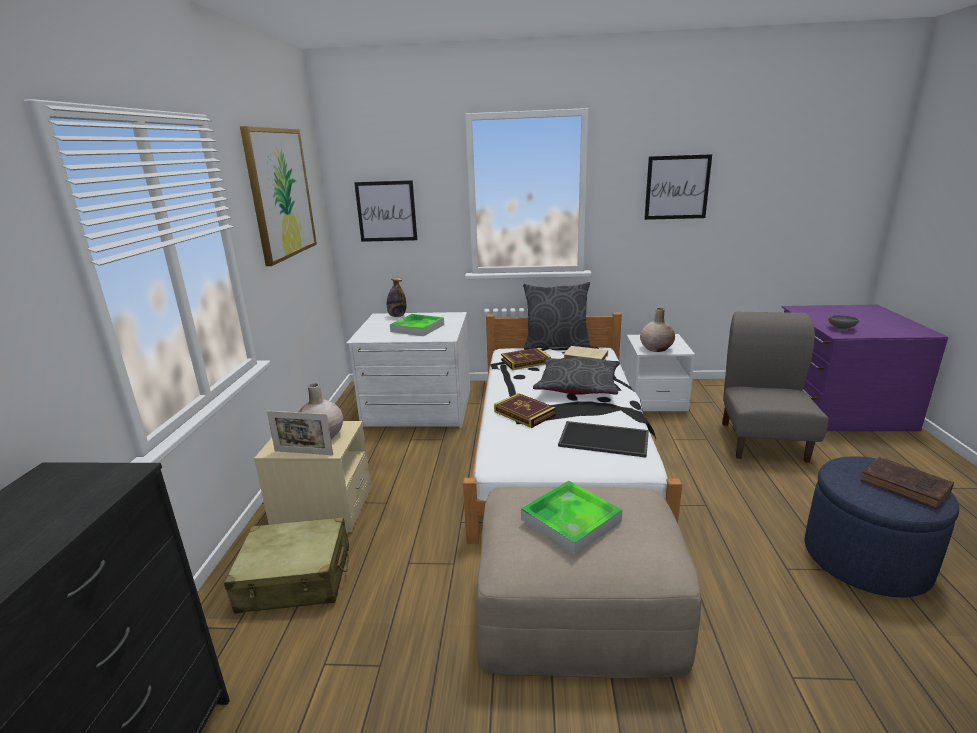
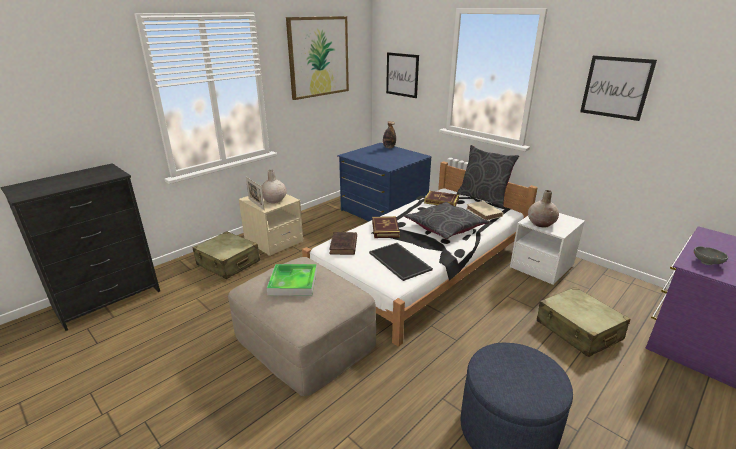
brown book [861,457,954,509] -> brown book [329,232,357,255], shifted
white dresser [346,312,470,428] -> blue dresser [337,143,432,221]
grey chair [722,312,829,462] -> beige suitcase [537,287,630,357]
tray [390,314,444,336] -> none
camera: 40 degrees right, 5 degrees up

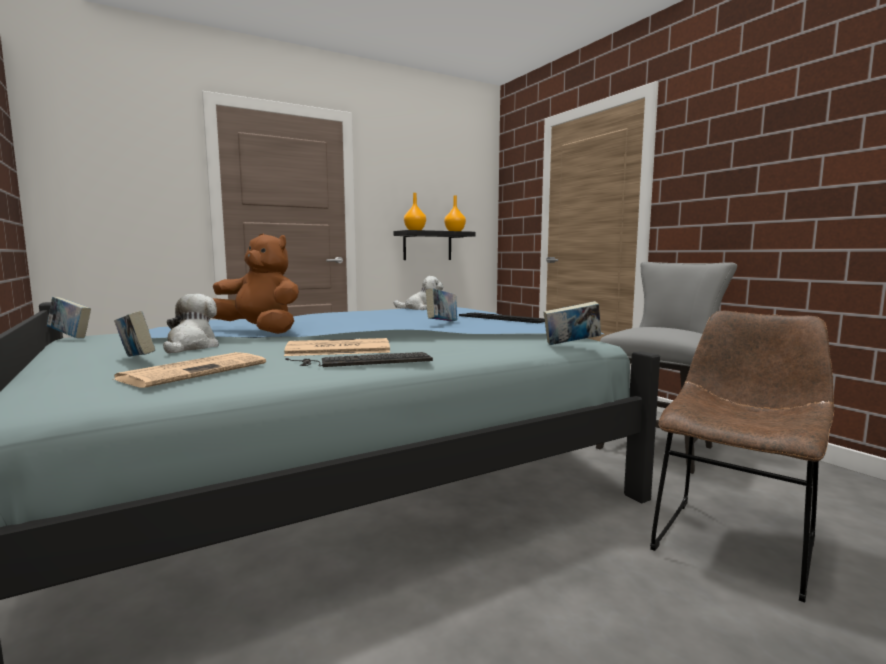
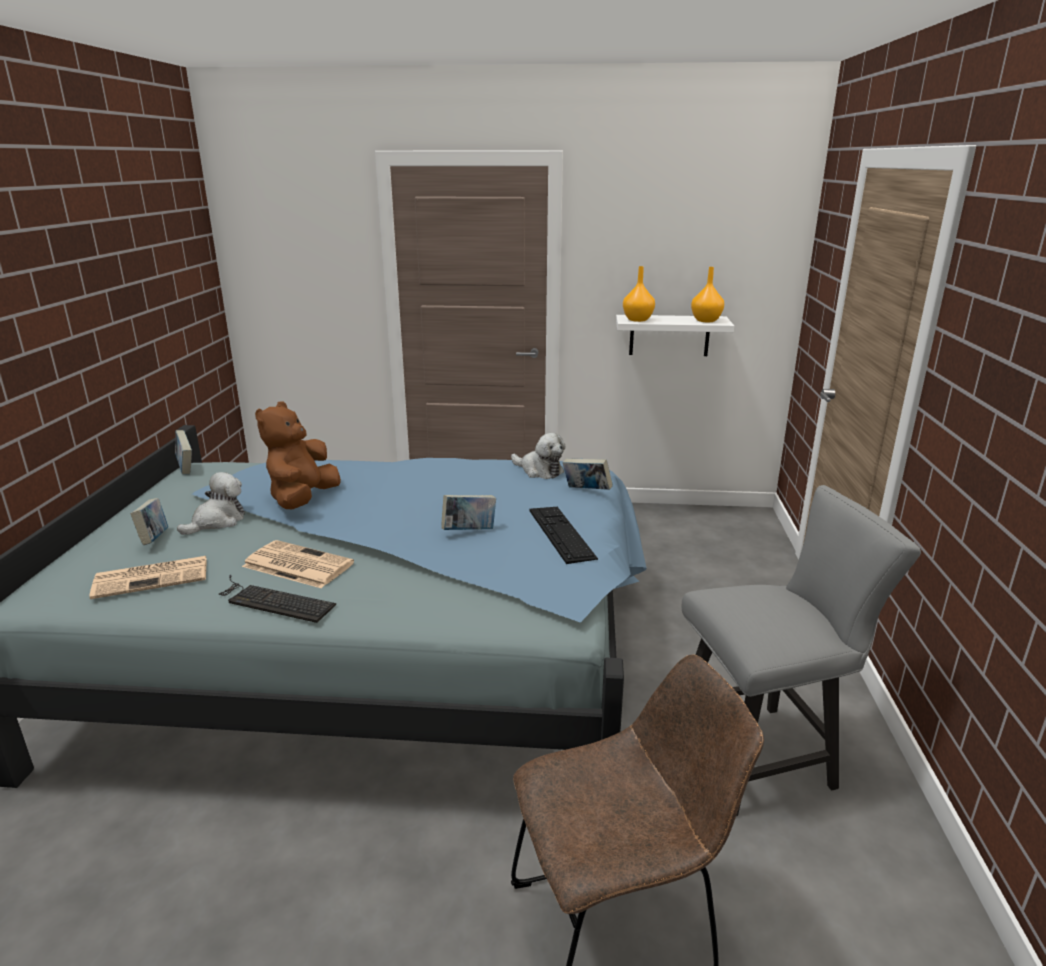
brown plush toy [212,234,299,334] -> brown plush toy [255,401,341,509], 135 degrees counterclockwise
book [543,301,601,345] -> book [563,458,613,490], shifted
black shelf [394,230,475,260] -> white shelf [616,315,734,356]
camera: 35 degrees right, 15 degrees up

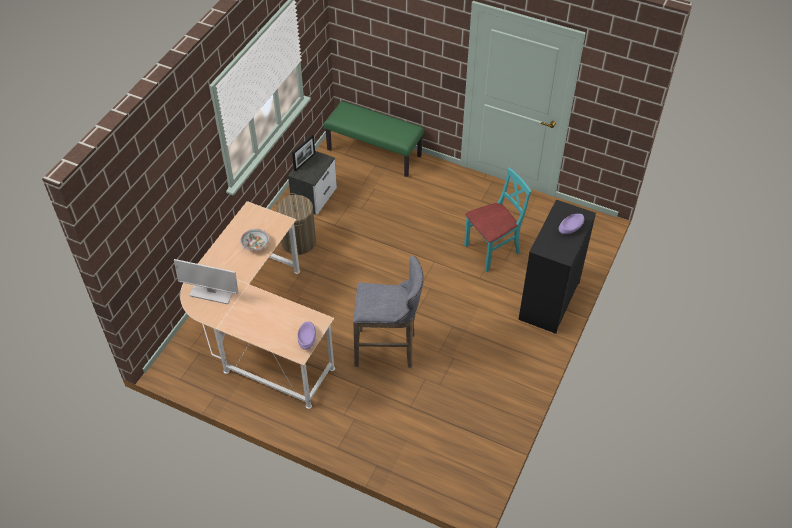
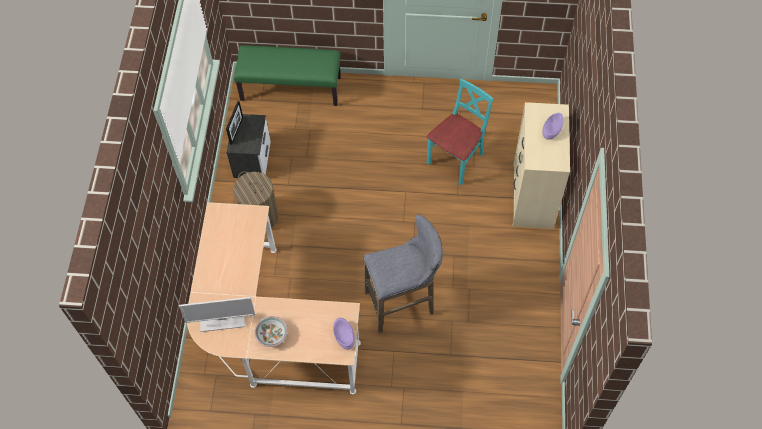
bowl [240,229,270,251] -> bowl [254,316,288,347], shifted
black dresser [518,200,596,334] -> beige dresser [513,102,570,229]
camera: 20 degrees left, 10 degrees up

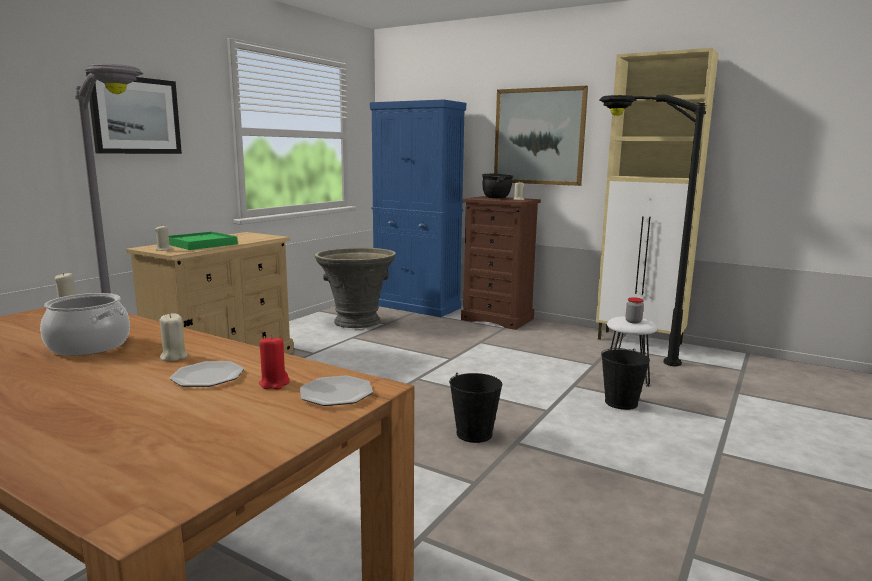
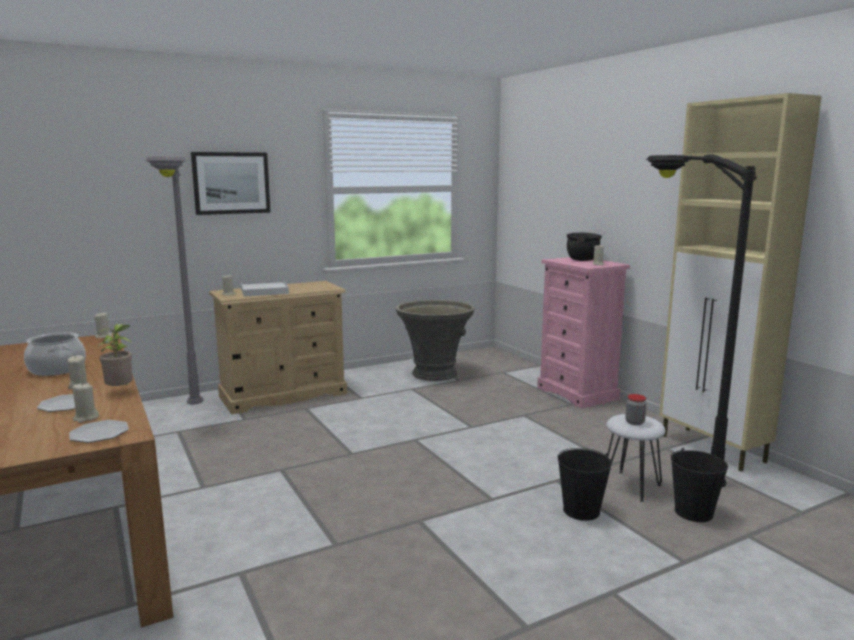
red candle [259,335,289,390] -> beige candle [73,383,99,423]
none -> potted plant [97,324,133,386]
green tray [169,232,238,250] -> white tray [241,280,289,297]
brown dresser [461,196,541,330] -> pink dresser [537,257,630,409]
black bucket [449,373,502,443] -> black bucket [671,448,728,522], shifted
blue cabinet [370,100,466,317] -> none
picture [494,86,588,186] -> none
camera: 30 degrees right, 0 degrees up

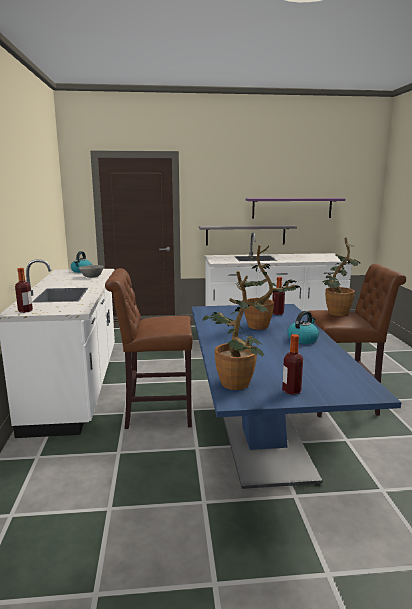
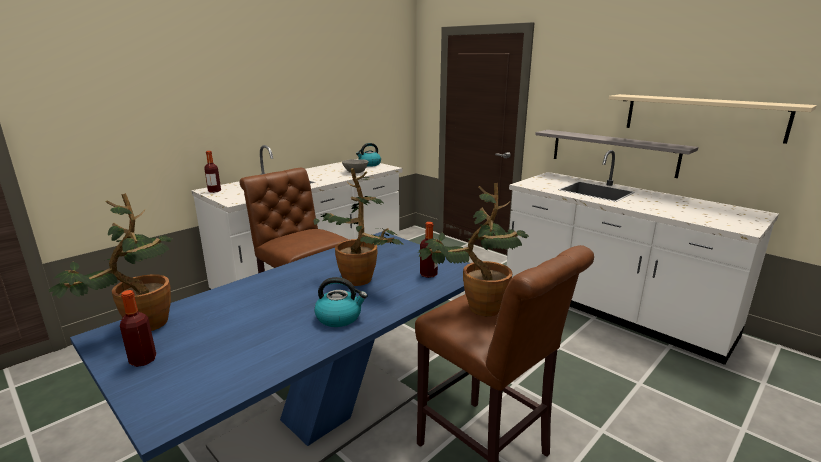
purple shelf [246,198,345,219] -> beige shelf [609,94,817,144]
camera: 50 degrees right, 5 degrees up

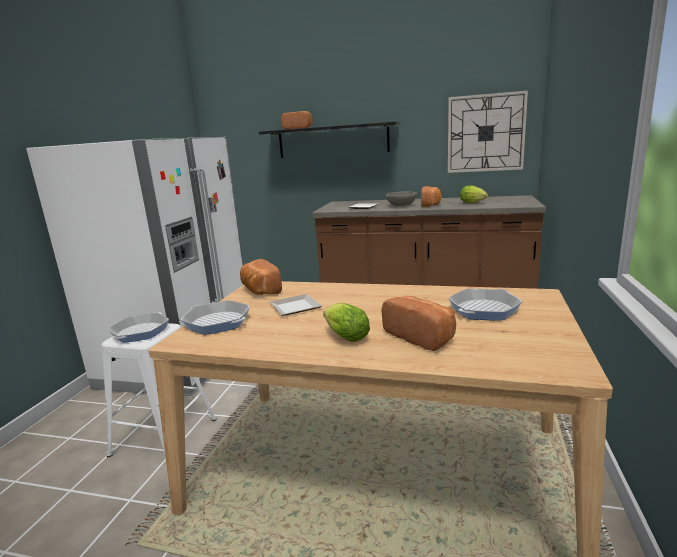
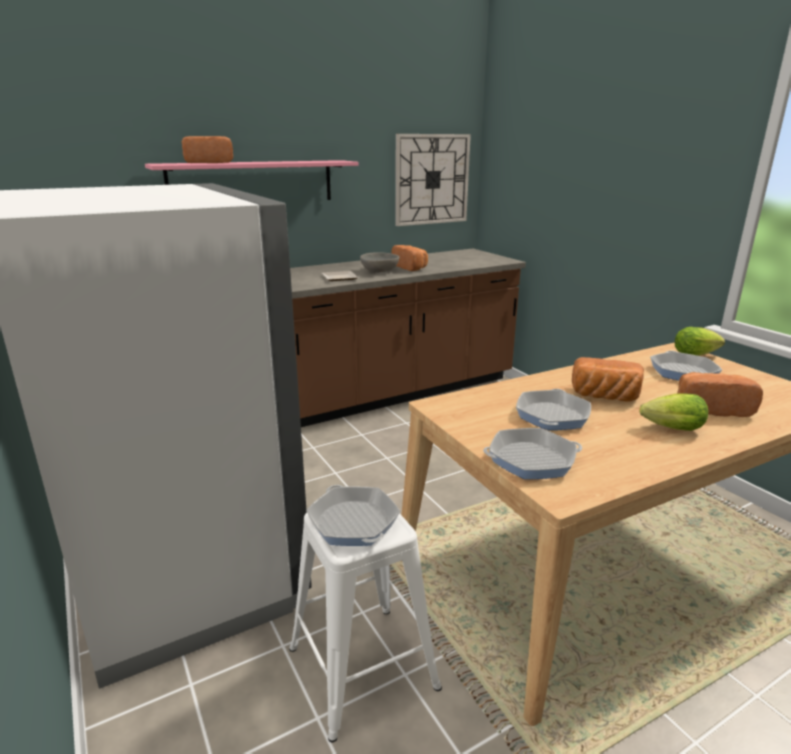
black shelf [259,121,400,158] -> pink shelf [145,160,359,200]
plate [269,294,322,316] -> frying pan [516,389,591,430]
bread [240,259,282,295] -> bread [572,357,644,402], shifted
lettuce [460,185,488,203] -> lettuce [675,327,725,356], shifted
camera: 45 degrees left, 5 degrees up

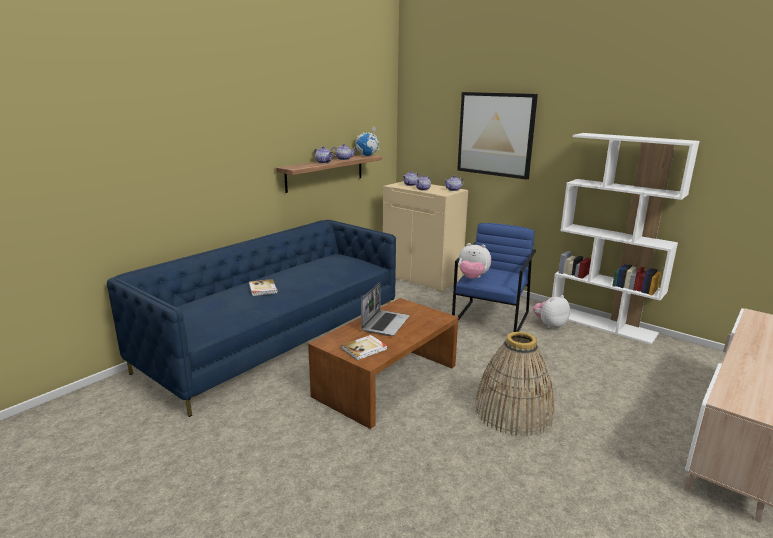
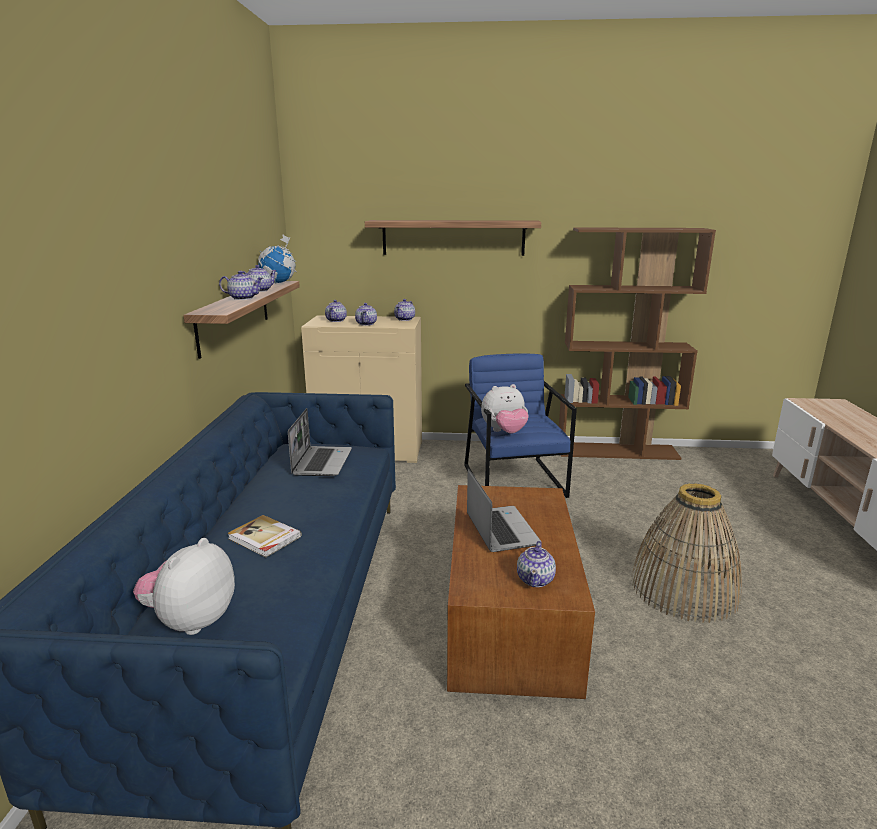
plush toy [533,295,570,329] -> plush toy [133,538,235,635], shifted
none -> laptop [288,408,352,476]
picture [457,92,538,180] -> shelf [365,220,541,256]
book [341,335,388,360] -> teapot [517,541,556,587]
white bookcase [552,133,700,344] -> brown bookcase [559,227,716,460]
camera: 35 degrees left, 0 degrees up

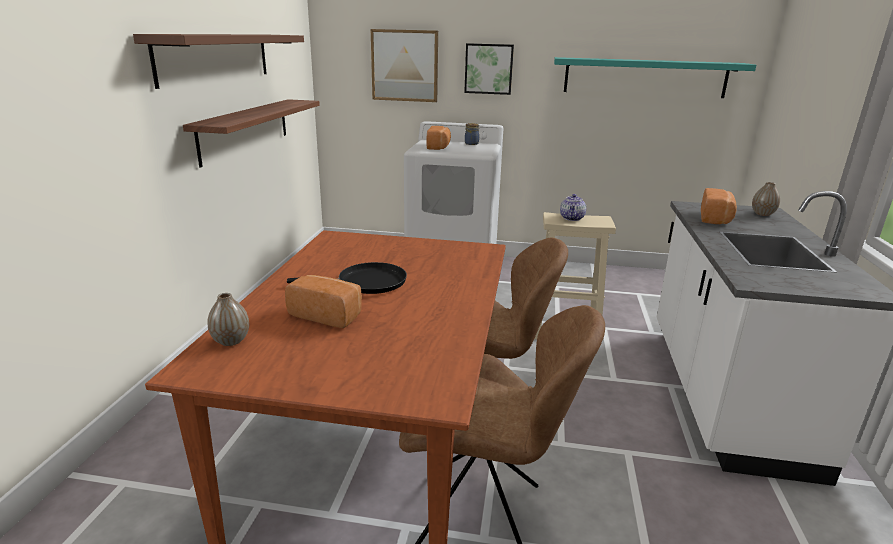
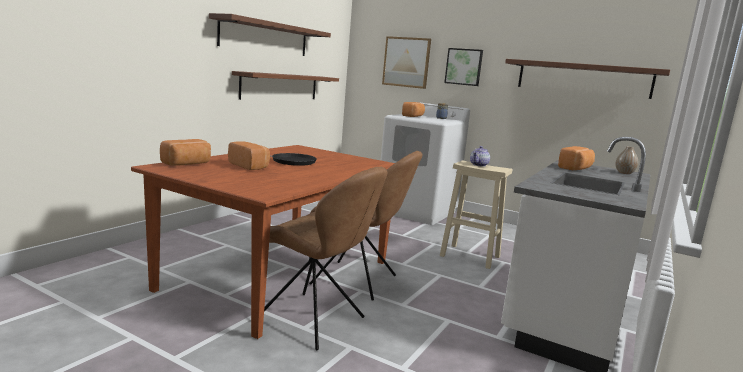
vase [207,293,249,346] -> bread [160,139,211,166]
turquoise shelf [554,57,756,98] -> brown shelf [505,59,670,99]
camera: 20 degrees right, 10 degrees down

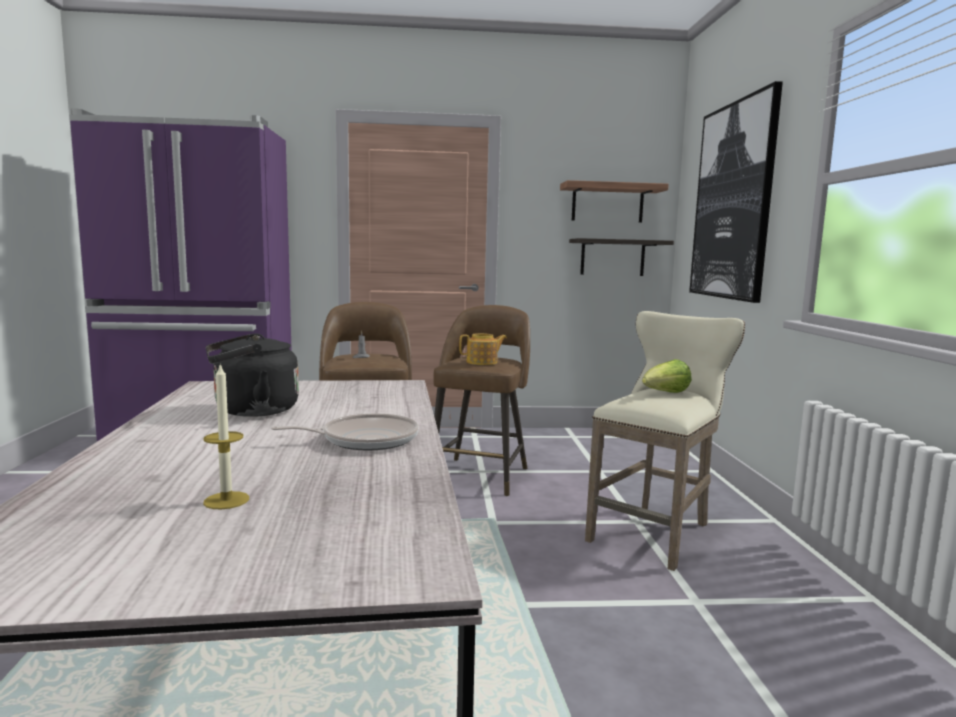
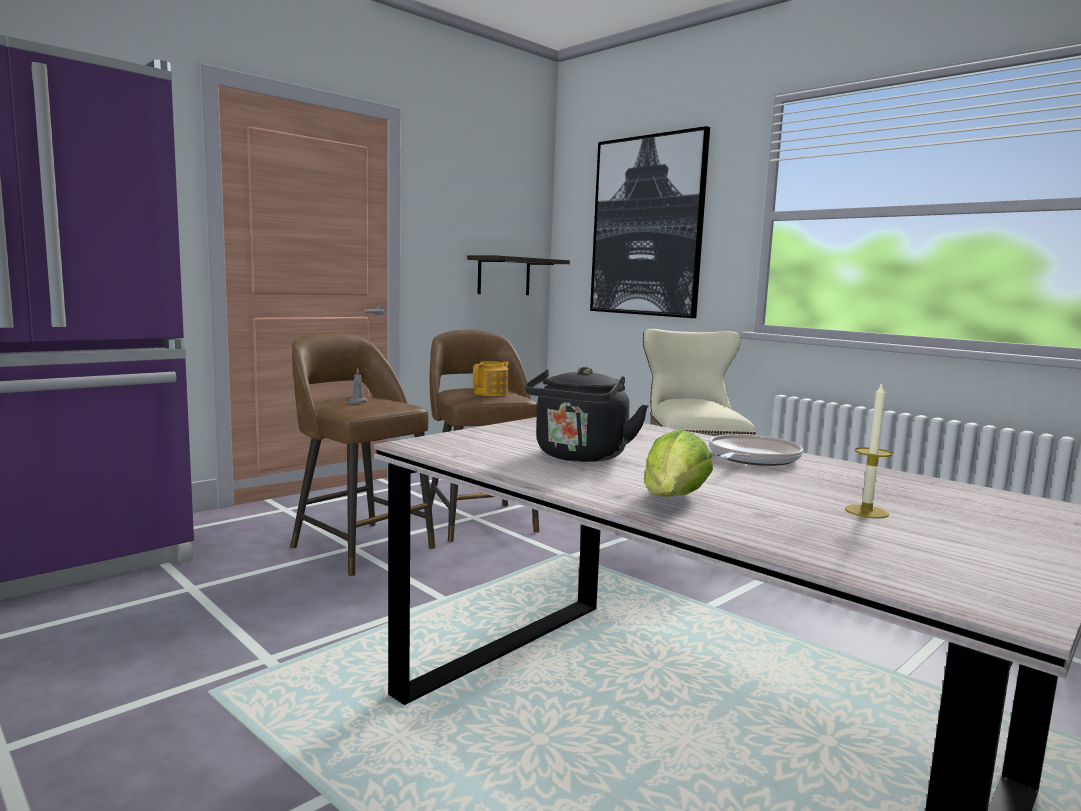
lettuce [642,359,692,393] -> lettuce [644,429,713,497], shifted
shelf [560,180,669,222] -> none
camera: 40 degrees left, 0 degrees up

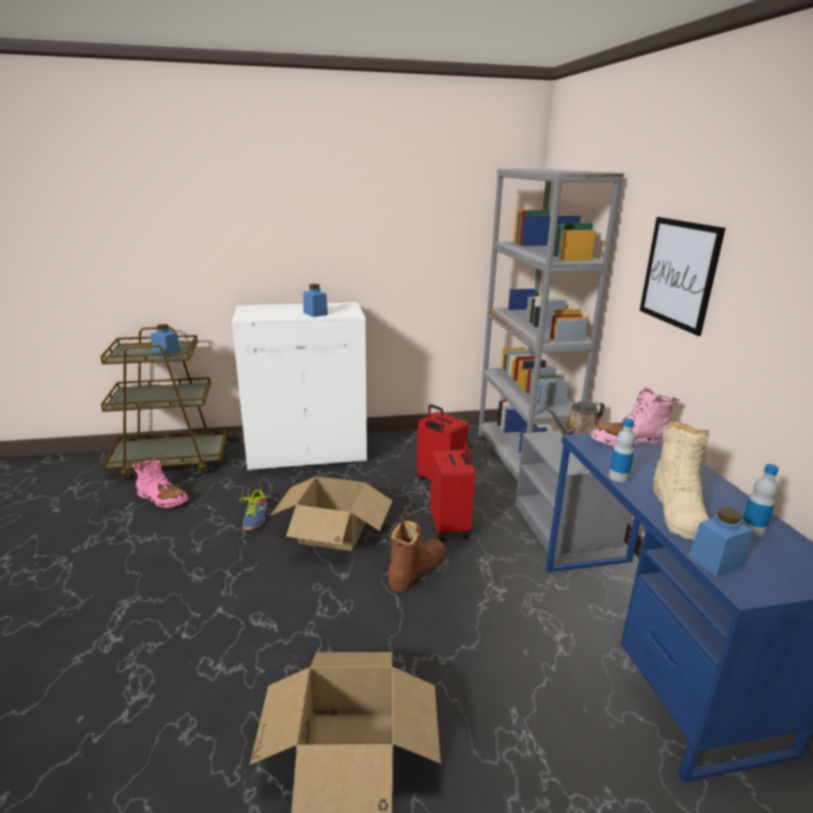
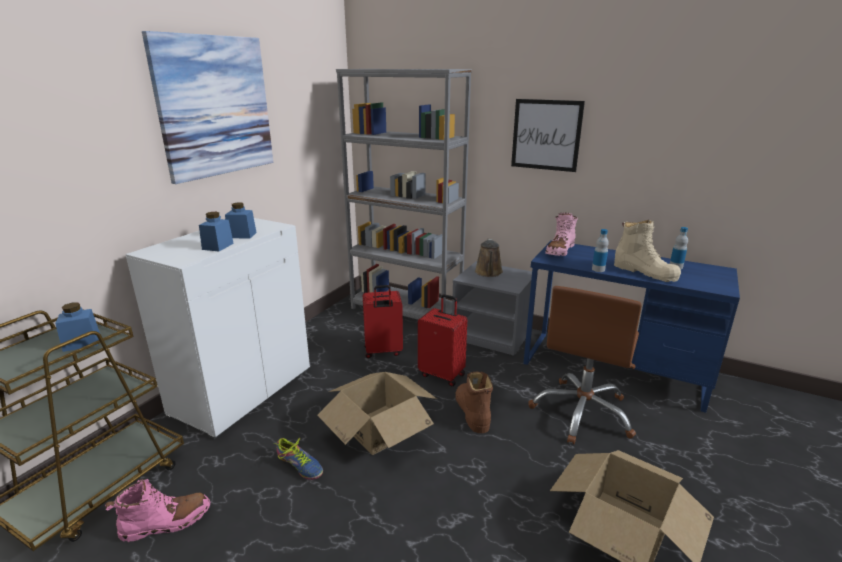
none -> picture [142,31,273,184]
blue jar [689,507,753,576] -> blue jar [199,212,234,251], shifted
none -> brown office chair [528,286,642,444]
camera: 50 degrees left, 0 degrees up

